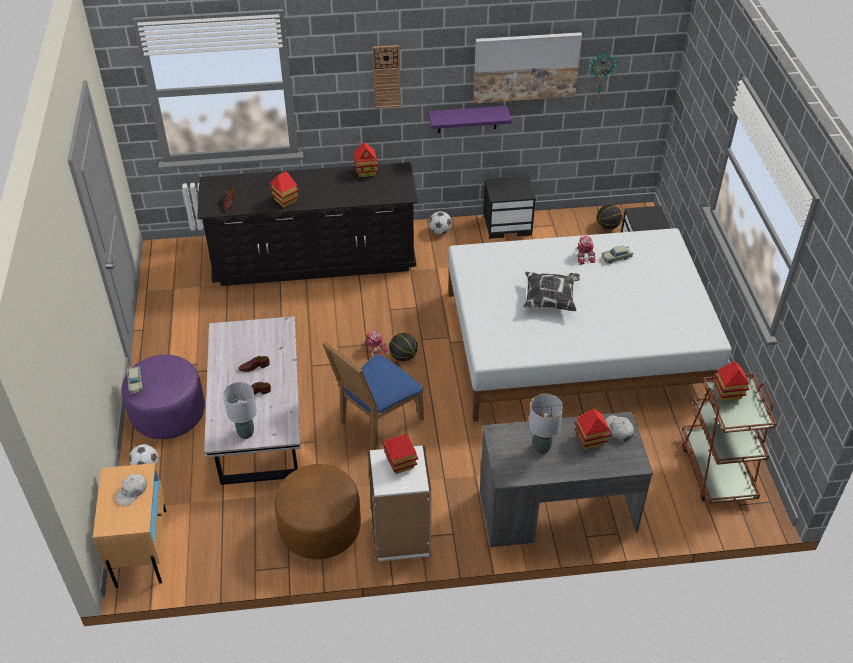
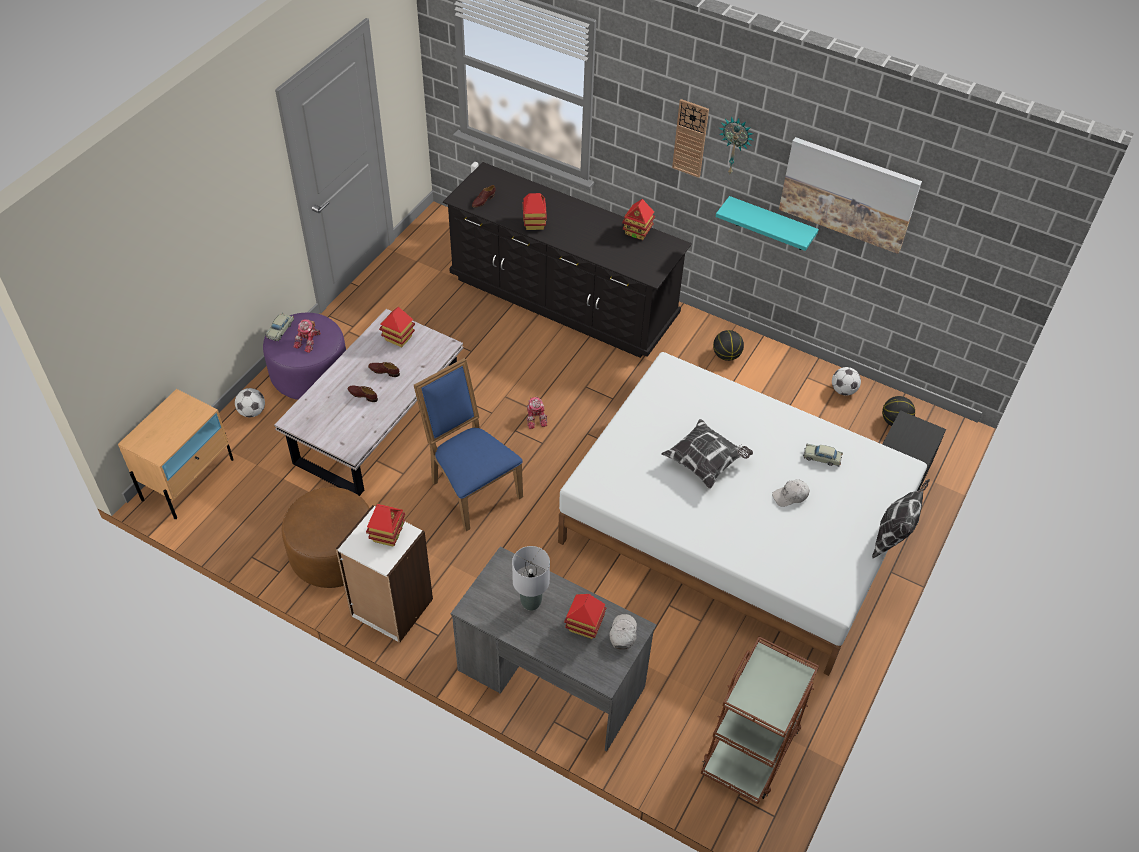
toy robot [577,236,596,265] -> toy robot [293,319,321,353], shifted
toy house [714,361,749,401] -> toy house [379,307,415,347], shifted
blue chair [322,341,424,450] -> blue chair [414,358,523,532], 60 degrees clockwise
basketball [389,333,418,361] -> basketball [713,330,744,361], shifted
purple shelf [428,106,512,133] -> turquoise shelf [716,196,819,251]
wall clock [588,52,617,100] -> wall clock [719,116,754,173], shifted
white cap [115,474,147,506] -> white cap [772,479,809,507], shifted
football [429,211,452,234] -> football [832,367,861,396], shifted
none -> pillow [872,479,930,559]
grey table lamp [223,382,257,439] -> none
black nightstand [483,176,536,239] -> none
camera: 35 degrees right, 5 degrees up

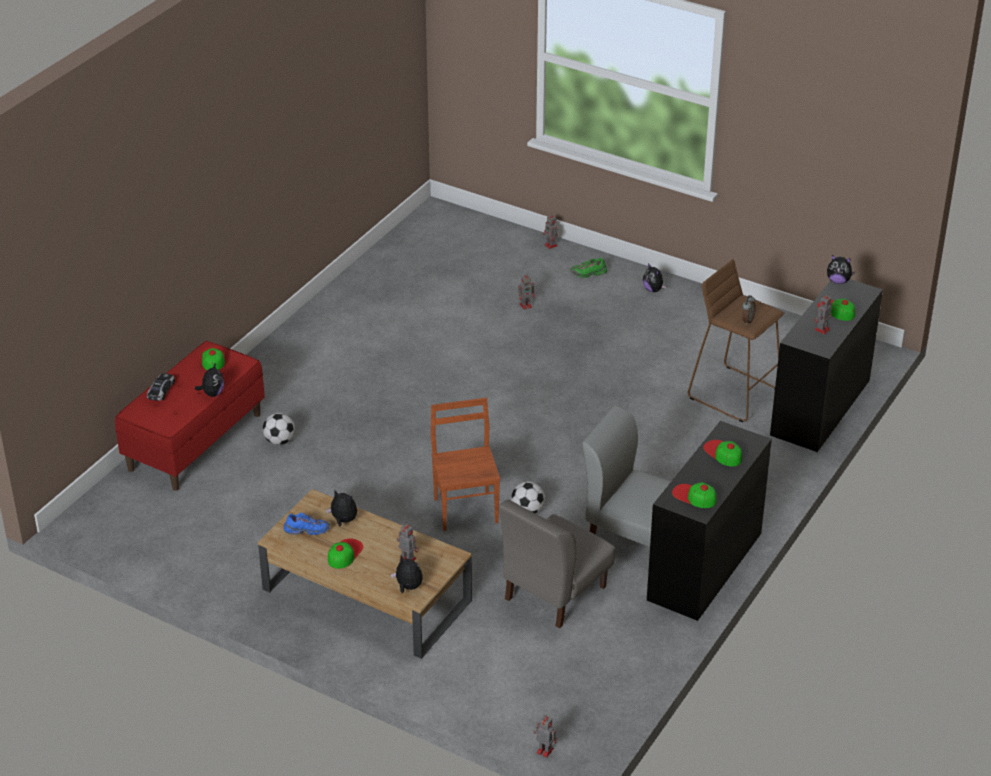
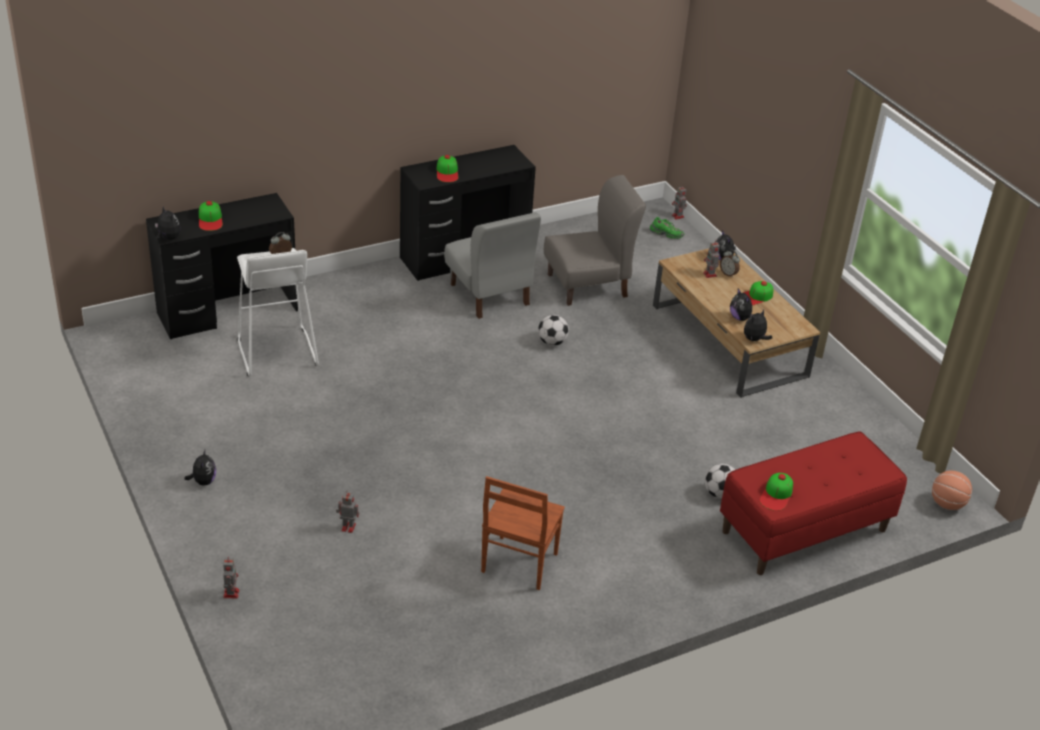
brown stool [688,259,784,422] -> white stool [237,248,319,376]
brown chair [431,398,500,531] -> brown chair [481,476,565,590], shifted
green shoe [570,257,607,278] -> green shoe [650,217,684,239], shifted
none -> alarm clock [720,250,740,278]
plush toy [195,362,224,397] -> plush toy [744,309,772,341], shifted
none -> basketball [932,471,972,510]
toy car [147,373,175,401] -> none
blue shoe [284,513,330,535] -> none
cap [672,482,717,508] -> none
toy robot [814,293,832,335] -> none
camera: 150 degrees left, 0 degrees up

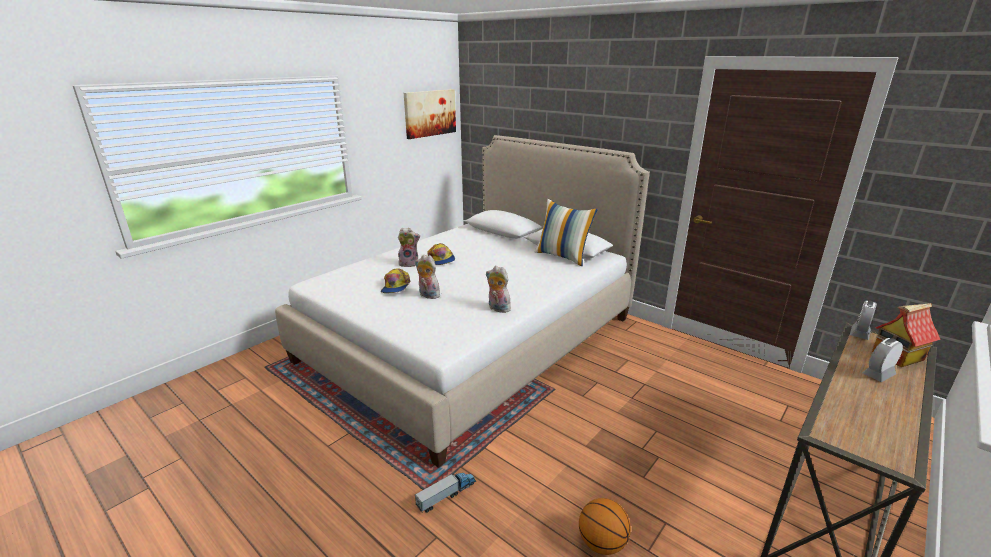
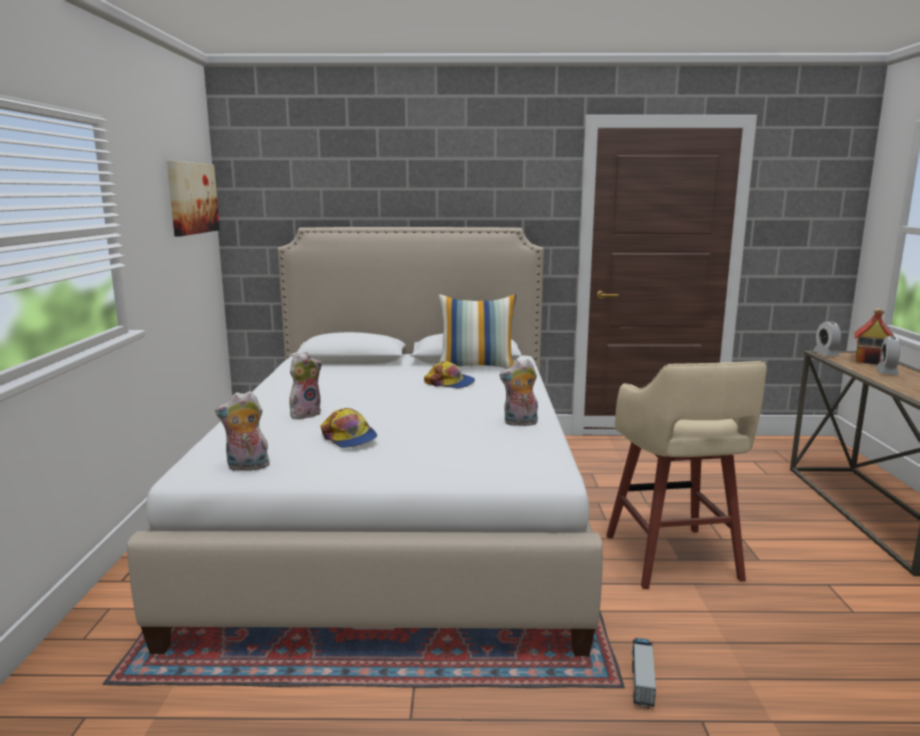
plush toy [415,254,440,299] -> plush toy [215,391,271,471], shifted
cap [427,243,455,265] -> cap [424,361,475,388], shifted
none -> beige stool [606,361,767,589]
basketball [579,498,631,555] -> none
camera: 40 degrees left, 10 degrees down

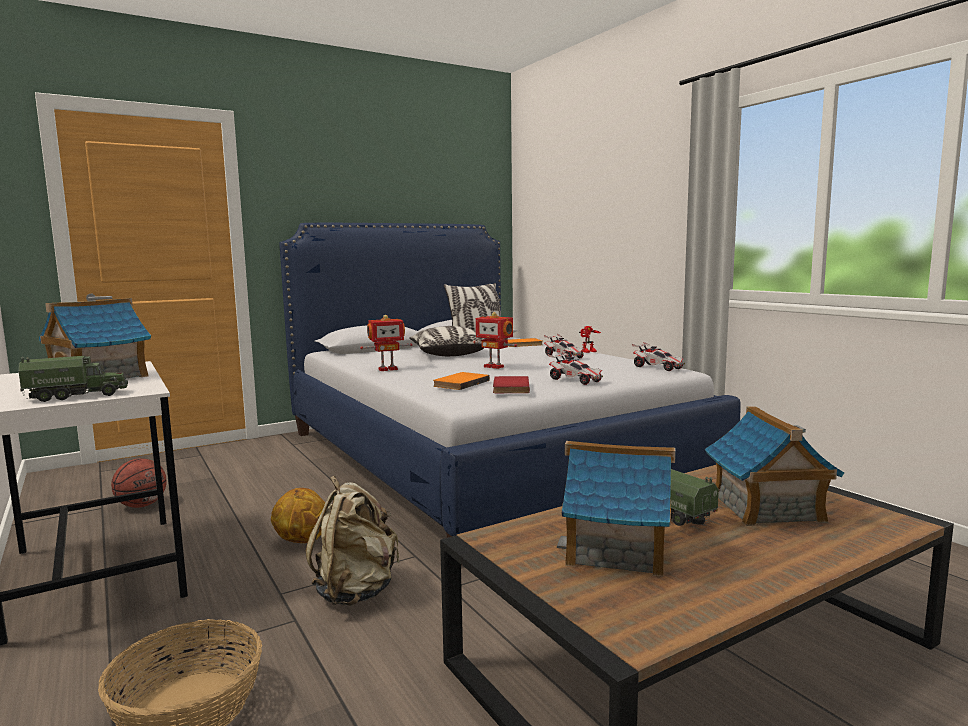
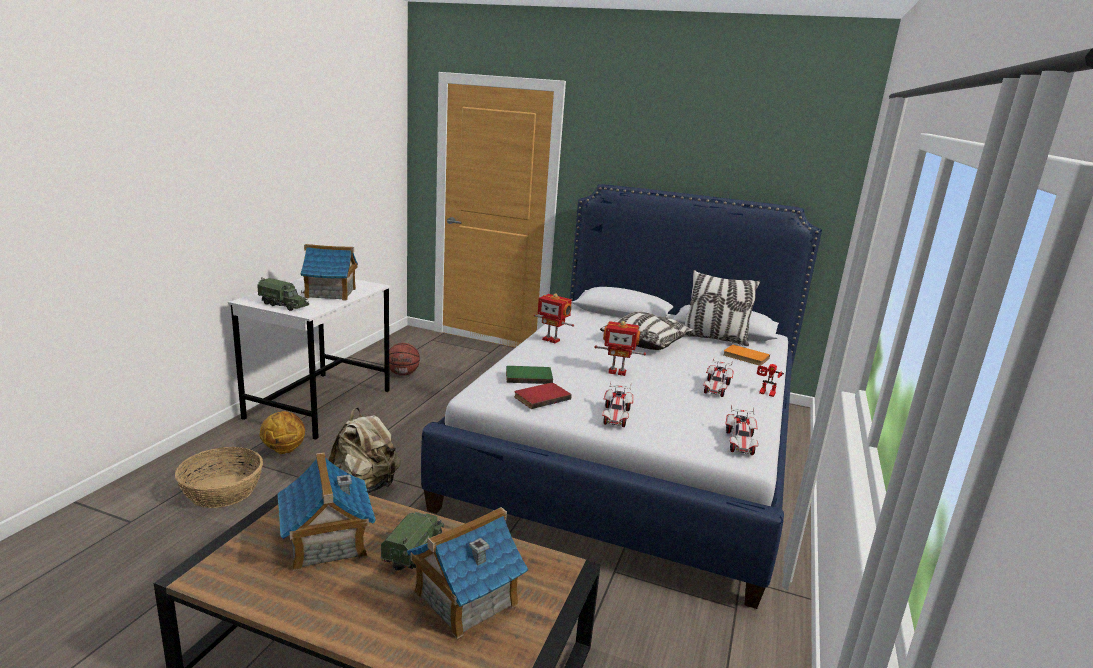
basketball [271,488,325,543] -> basketball [259,411,305,454], shifted
orange book [433,372,490,390] -> green book [506,366,553,384]
toy robot [473,312,517,369] -> toy robot [594,321,646,376], 75 degrees counterclockwise
camera: 50 degrees right, 10 degrees up

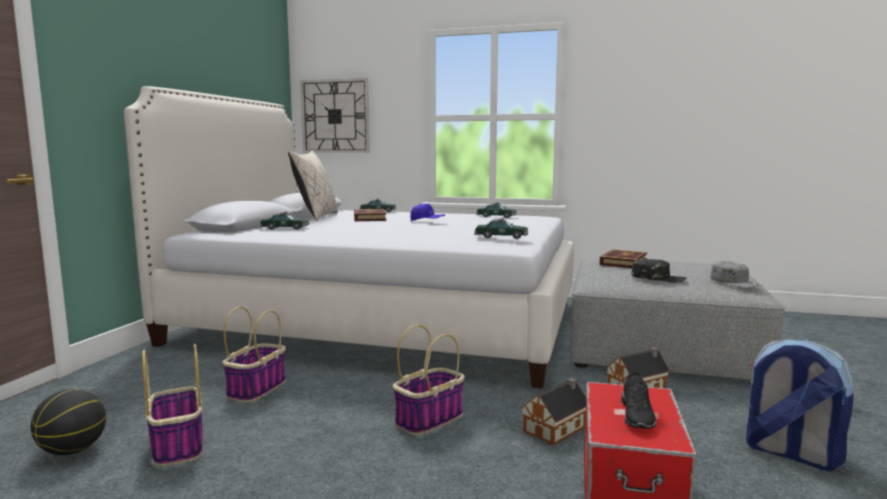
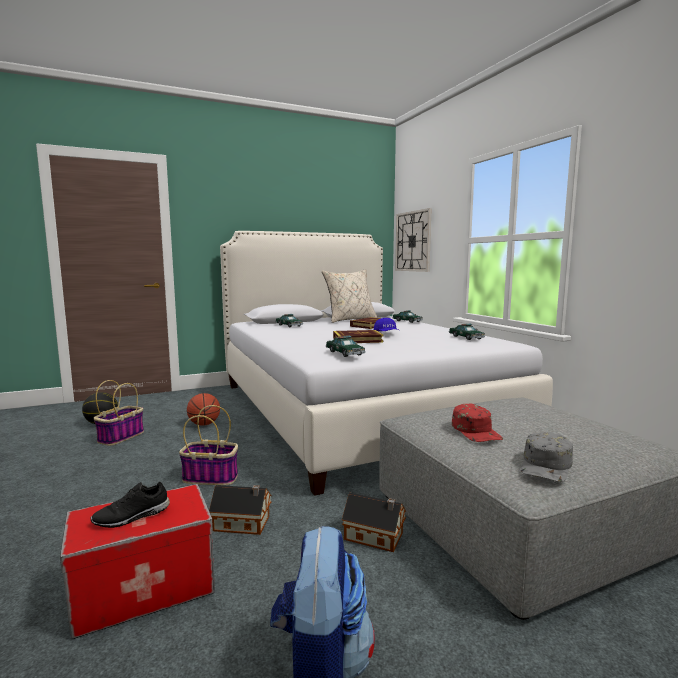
basket [222,307,286,402] -> basketball [187,393,220,426]
book [599,249,647,268] -> book [333,330,383,343], shifted
black cap [631,258,687,283] -> red cap [452,403,503,442]
camera: 50 degrees right, 0 degrees up

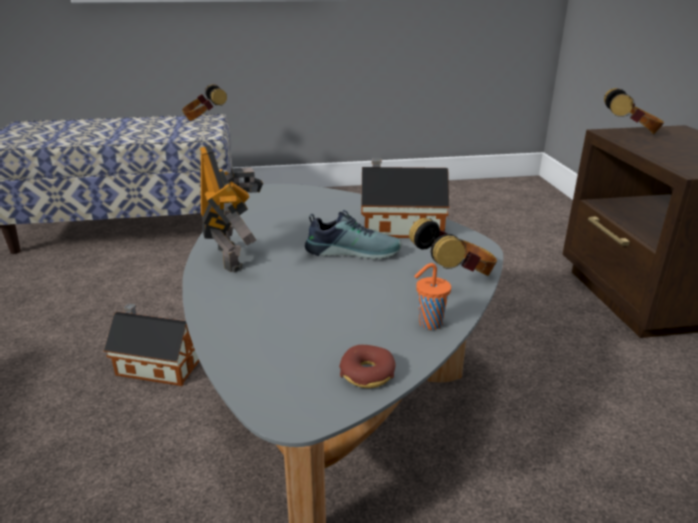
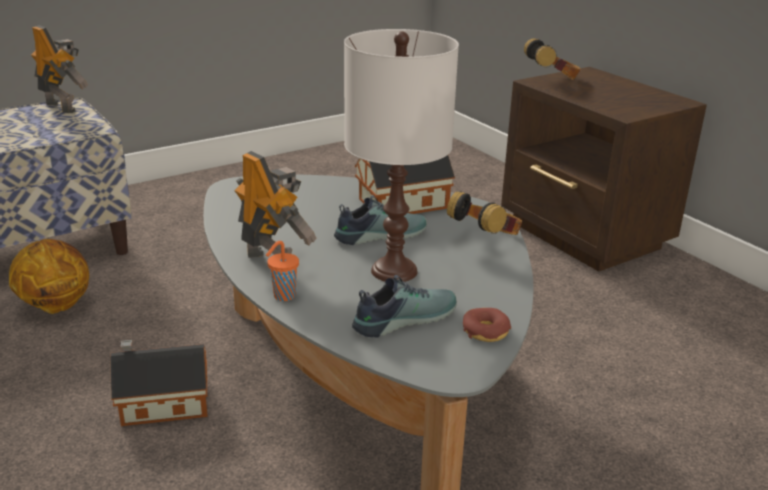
none -> basketball [9,239,89,314]
headphones [182,84,227,121] -> toy robot [31,25,88,113]
orange cup [414,263,451,330] -> orange cup [266,241,299,301], shifted
none -> white table lamp [344,29,459,282]
none -> shoe [352,275,457,338]
camera: 25 degrees left, 0 degrees up

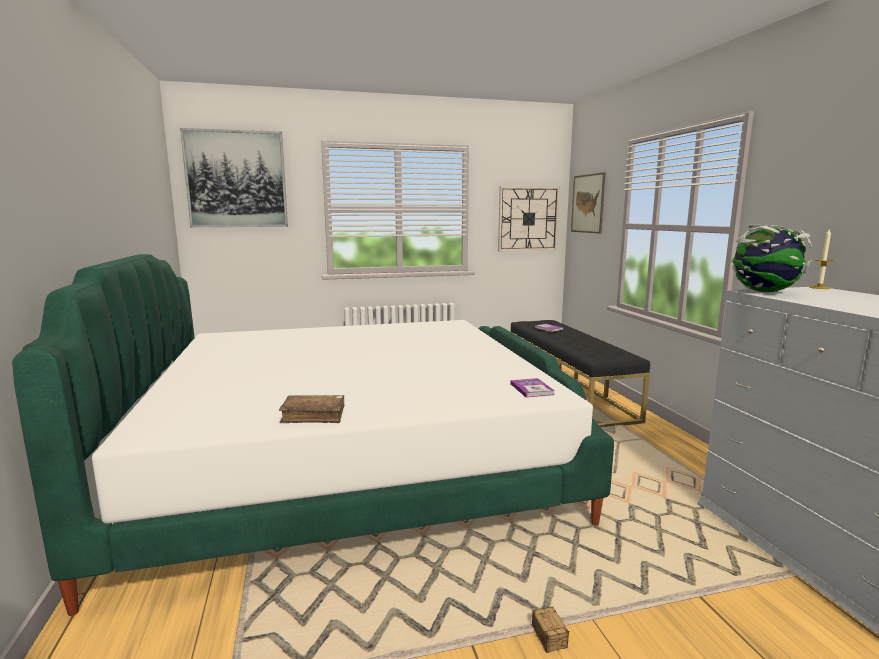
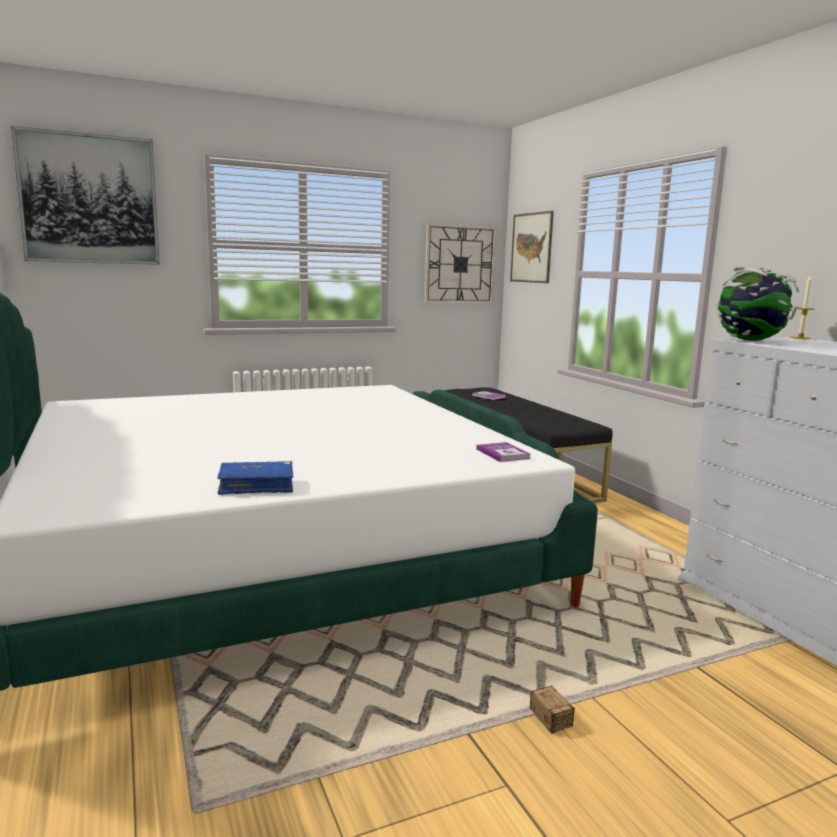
brown book [279,395,345,423] -> blue book [217,461,293,495]
camera: 10 degrees left, 0 degrees up

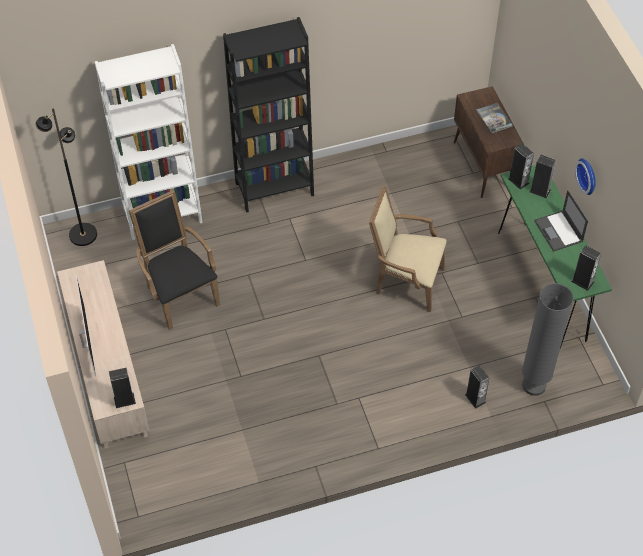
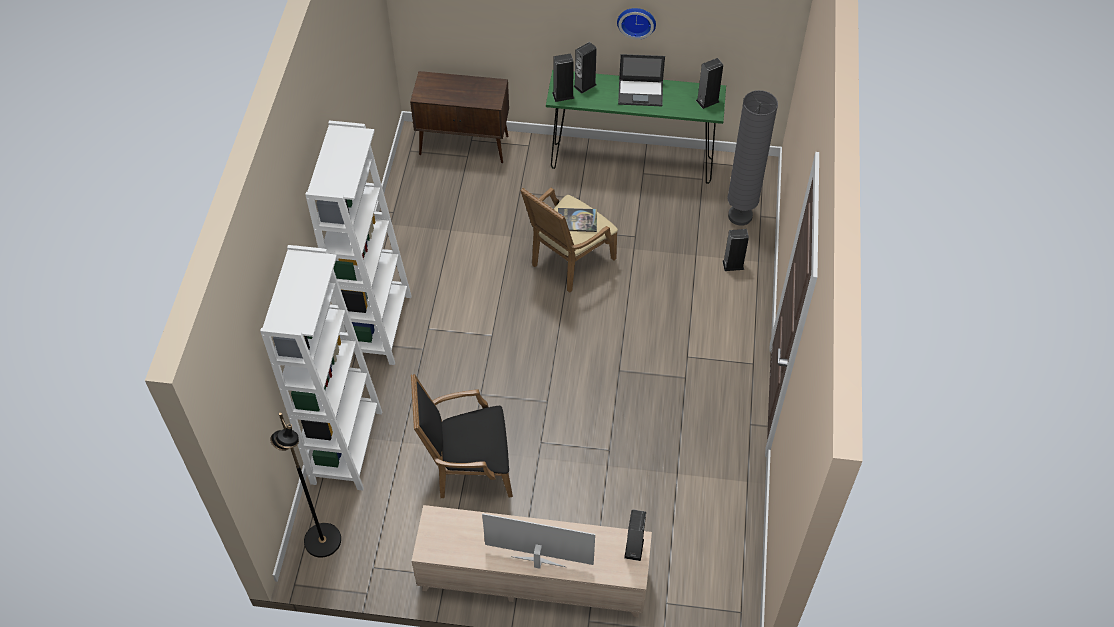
black bookcase [223,17,314,213] -> white bookcase [305,121,412,365]
book [476,103,513,134] -> book [558,208,597,232], shifted
camera: 65 degrees left, 0 degrees up

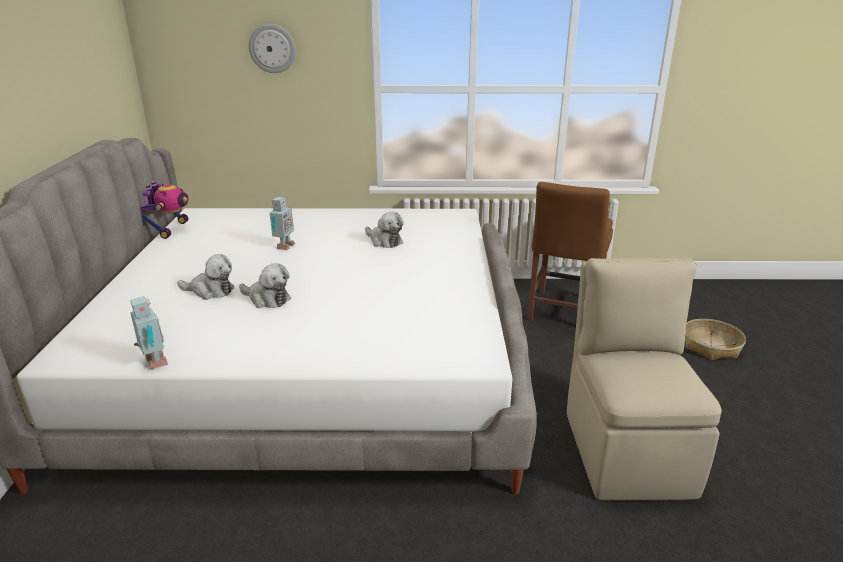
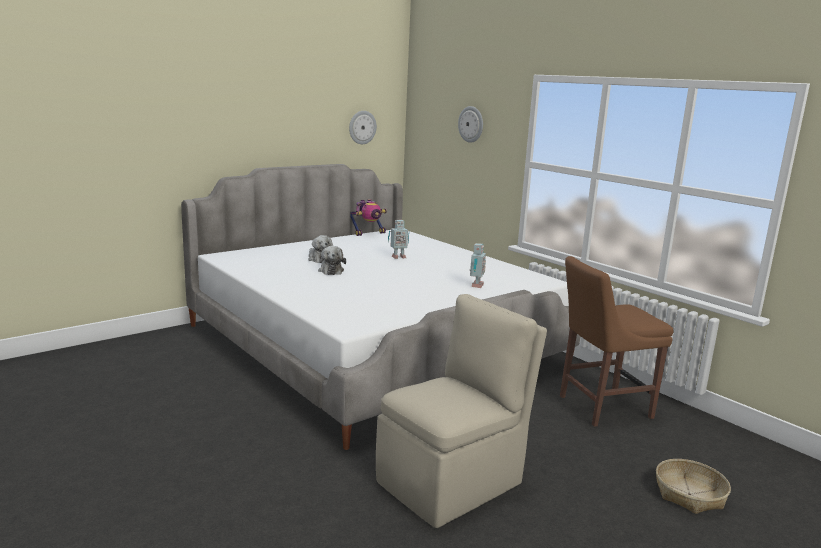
none -> wall clock [349,111,377,144]
toy robot [130,296,168,369] -> toy robot [469,243,486,288], shifted
plush toy [365,212,404,248] -> none
camera: 50 degrees right, 10 degrees down

